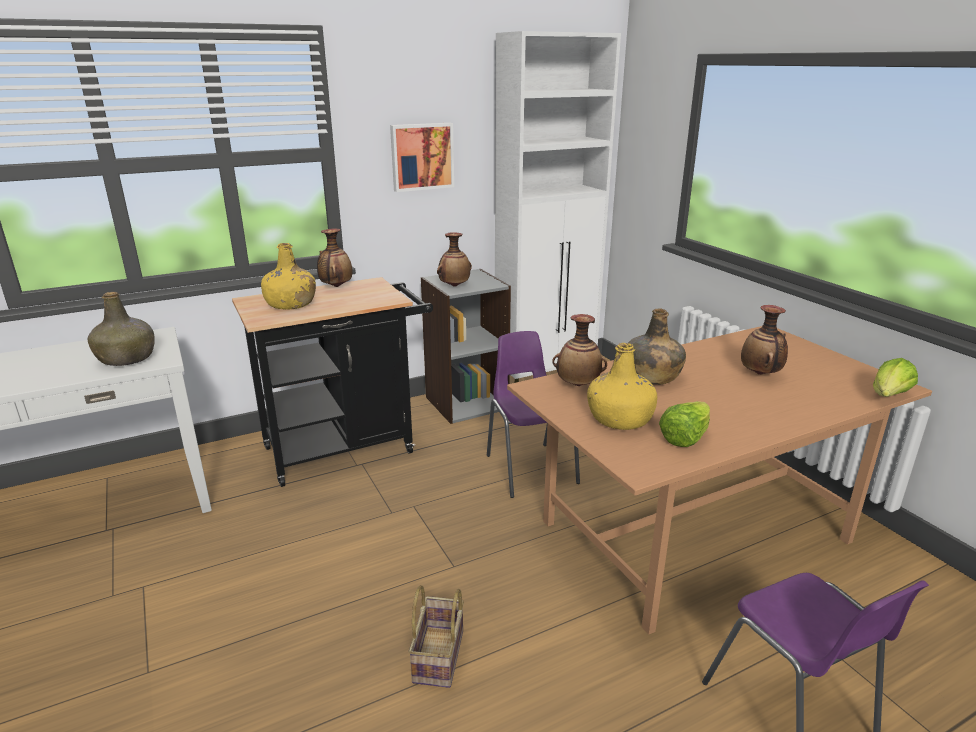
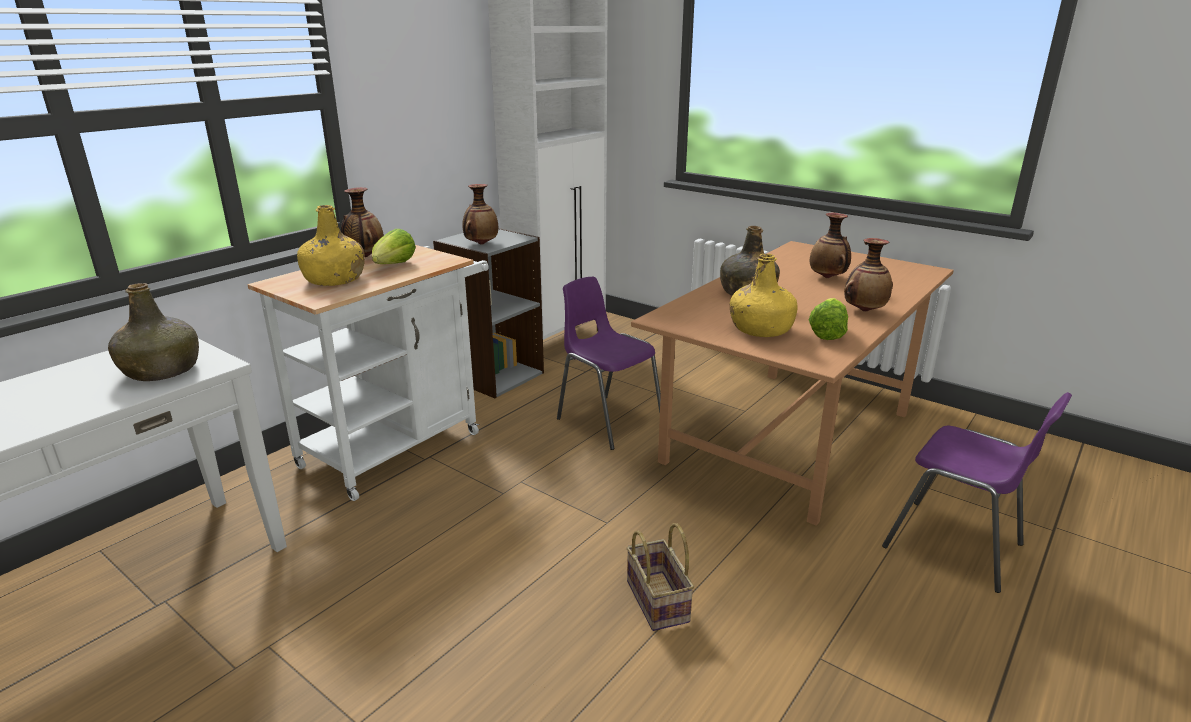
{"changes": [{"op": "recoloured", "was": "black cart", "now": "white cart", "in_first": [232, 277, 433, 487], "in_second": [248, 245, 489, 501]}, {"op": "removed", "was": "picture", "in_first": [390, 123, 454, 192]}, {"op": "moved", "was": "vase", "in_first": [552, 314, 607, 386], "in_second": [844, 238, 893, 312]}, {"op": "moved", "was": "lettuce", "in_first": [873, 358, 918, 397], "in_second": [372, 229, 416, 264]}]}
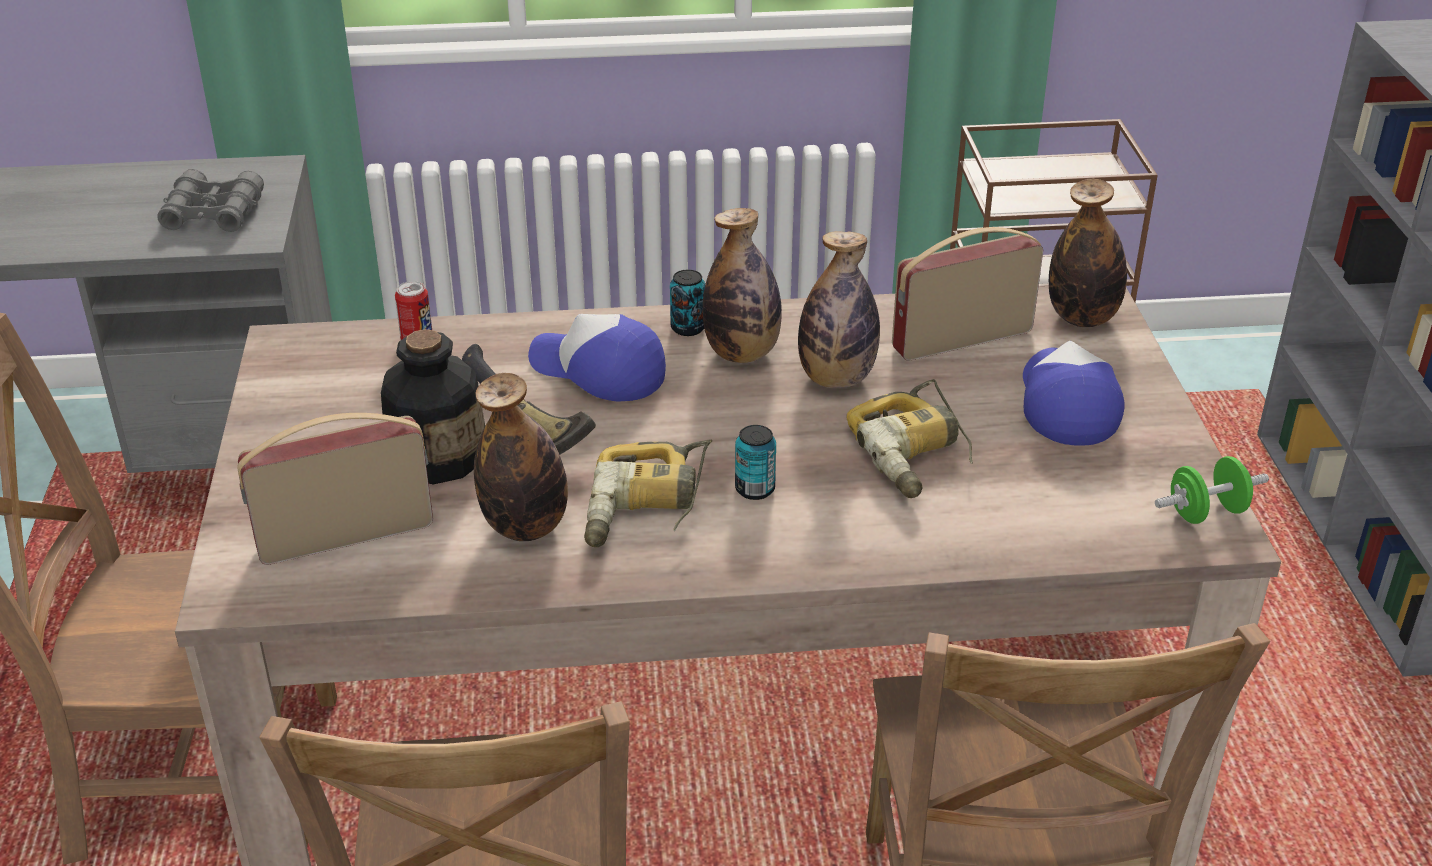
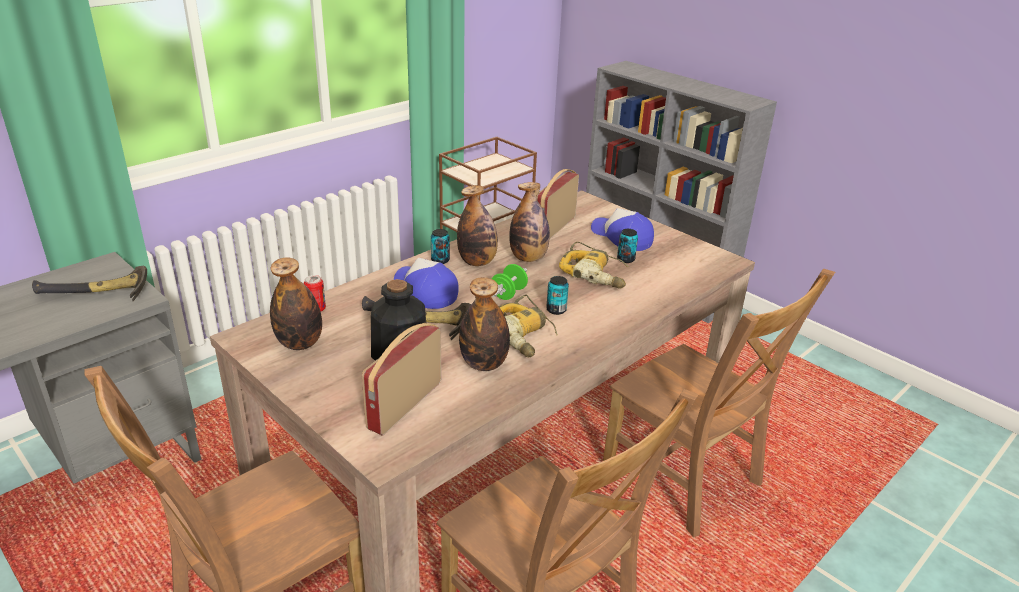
{"changes": [{"op": "replaced", "was": "grey binoculars", "now": "hammer", "in_first": [158, 169, 264, 232], "in_second": [32, 266, 147, 301]}, {"op": "turned", "was": "cap", "in_first": [528, 314, 666, 401], "in_second": [394, 258, 459, 309], "clockwise": 60}, {"op": "moved", "was": "bottle", "in_first": [1049, 179, 1127, 327], "in_second": [270, 257, 322, 350]}, {"op": "moved", "was": "green dumbbell", "in_first": [1155, 456, 1269, 524], "in_second": [492, 264, 528, 300]}, {"op": "added", "now": "can", "in_second": [617, 229, 638, 263]}]}
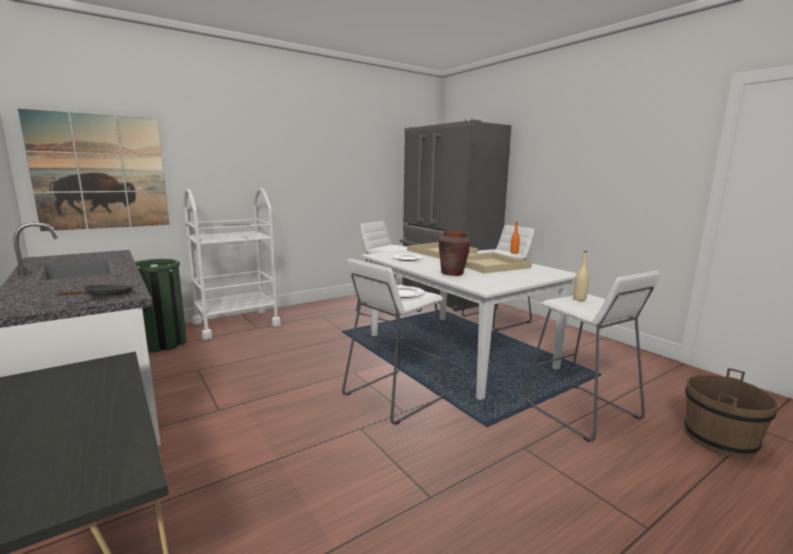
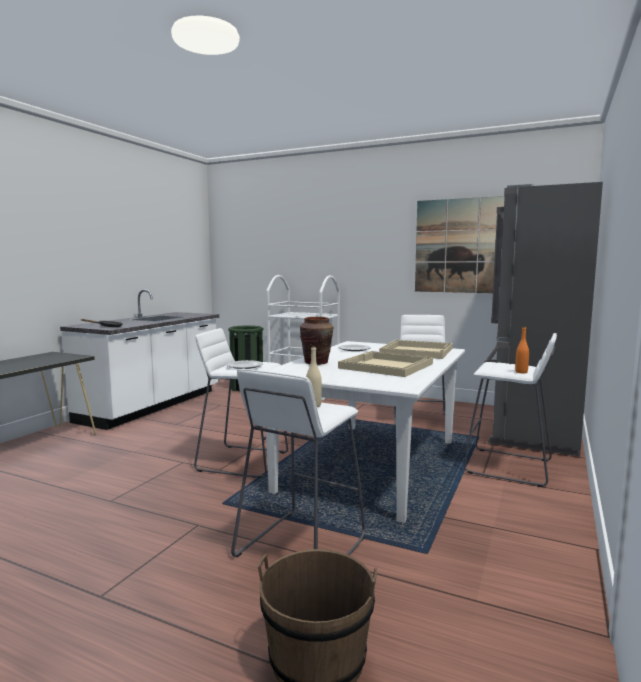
{"changes": [{"op": "moved", "was": "picture", "in_first": [18, 109, 170, 231], "in_second": [415, 196, 505, 293]}]}
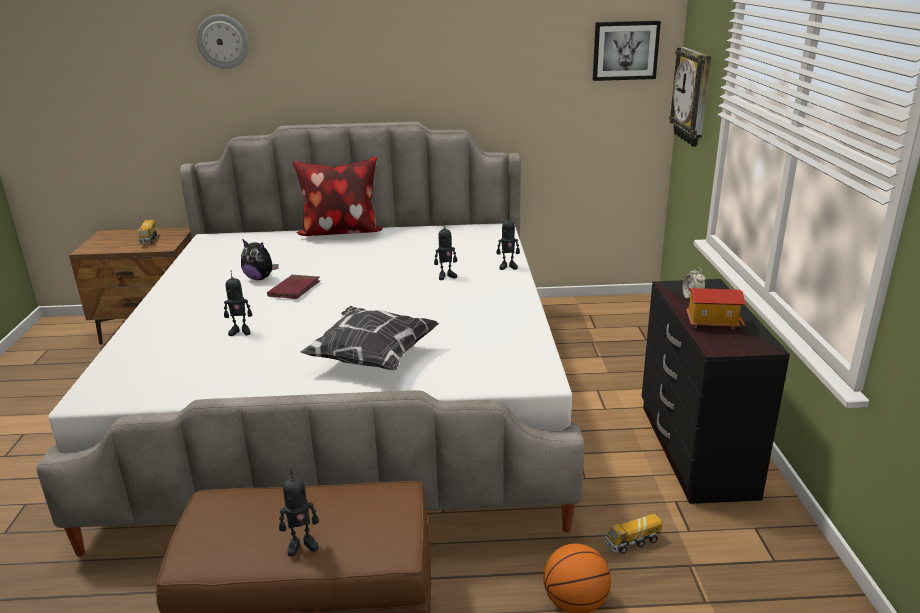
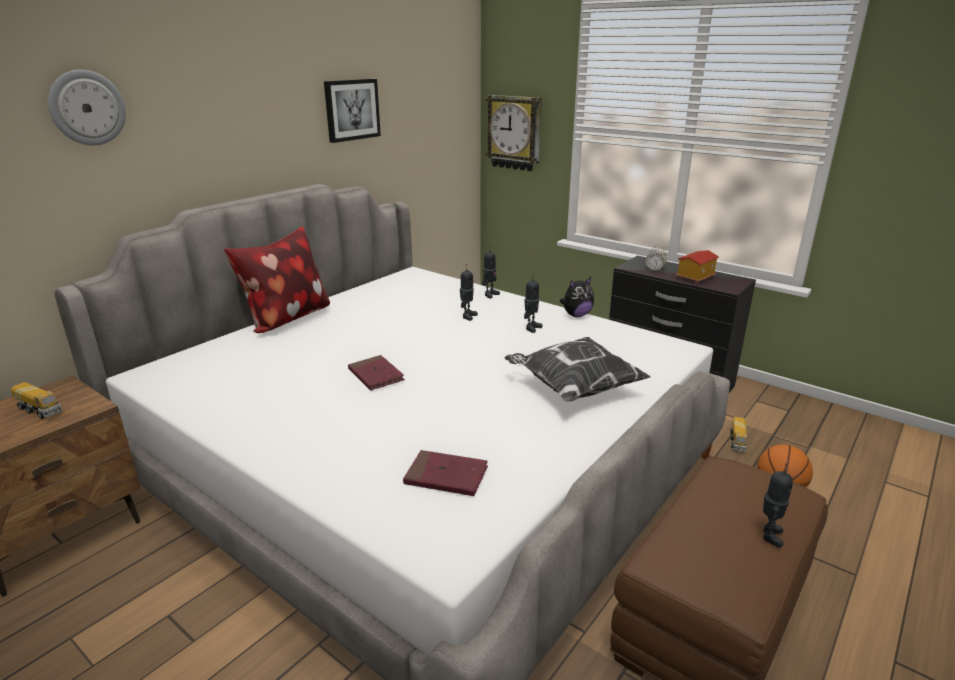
{"changes": [{"op": "moved", "was": "toy robot", "in_first": [224, 270, 252, 336], "in_second": [524, 279, 542, 333]}, {"op": "moved", "was": "plush toy", "in_first": [241, 239, 279, 280], "in_second": [560, 277, 594, 317]}, {"op": "moved", "was": "picture", "in_first": [593, 21, 661, 81], "in_second": [324, 79, 381, 143]}, {"op": "added", "now": "red book", "in_second": [403, 450, 488, 496]}]}
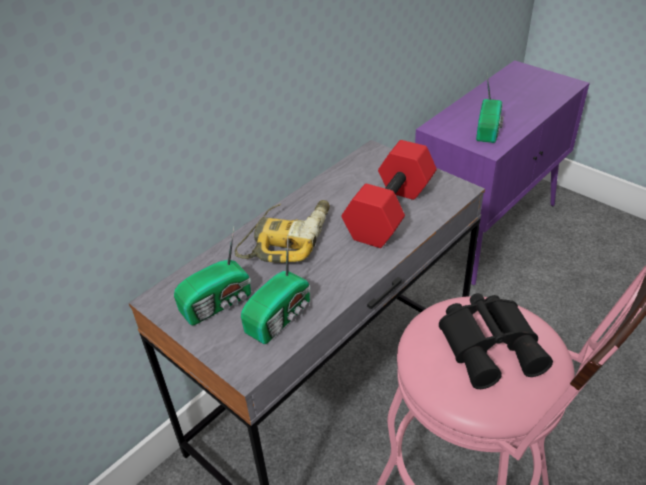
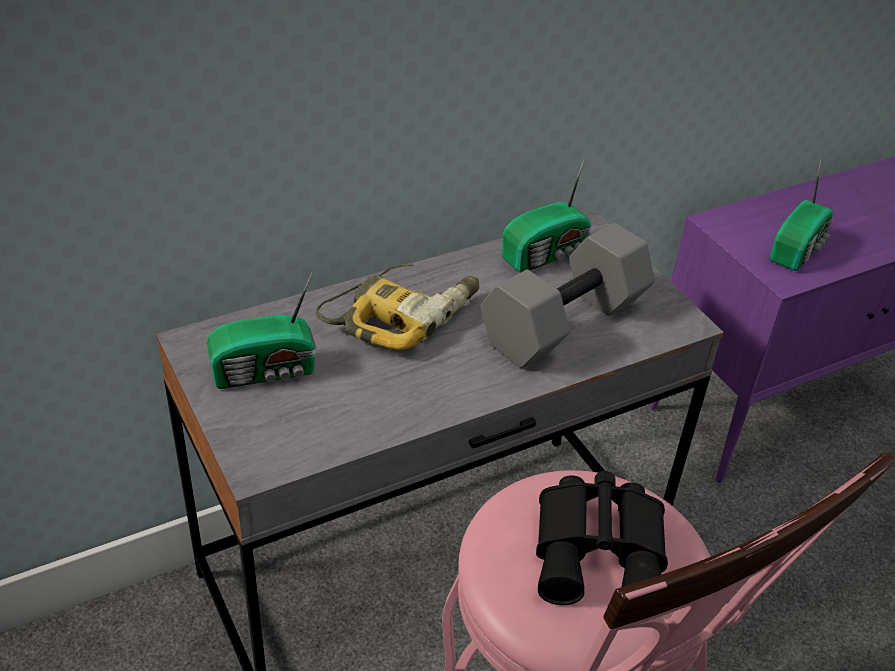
{"changes": [{"op": "moved", "was": "radio", "in_first": [241, 237, 310, 344], "in_second": [501, 160, 592, 273]}, {"op": "recoloured", "was": "red dumbbell", "now": "grey dumbbell", "in_first": [341, 140, 437, 248], "in_second": [480, 223, 655, 368]}]}
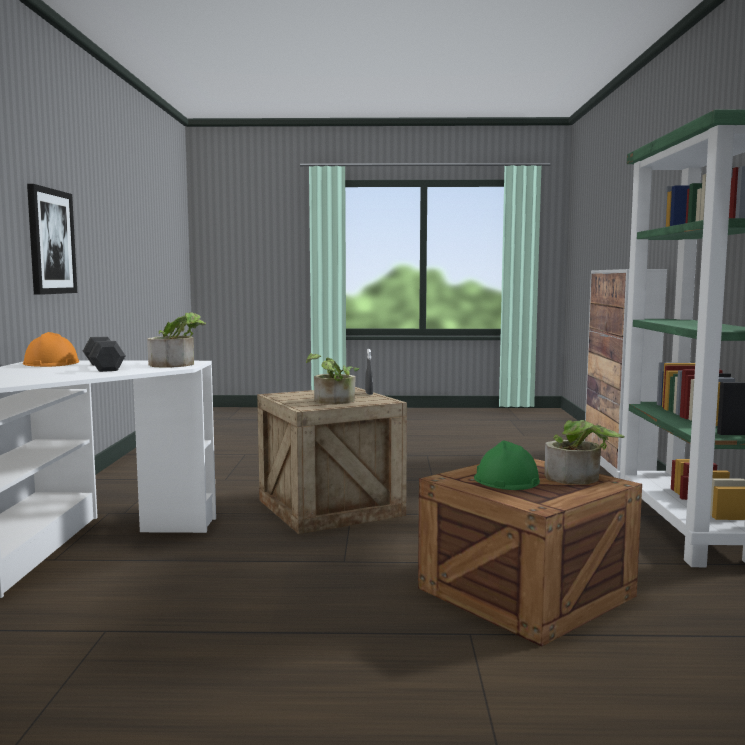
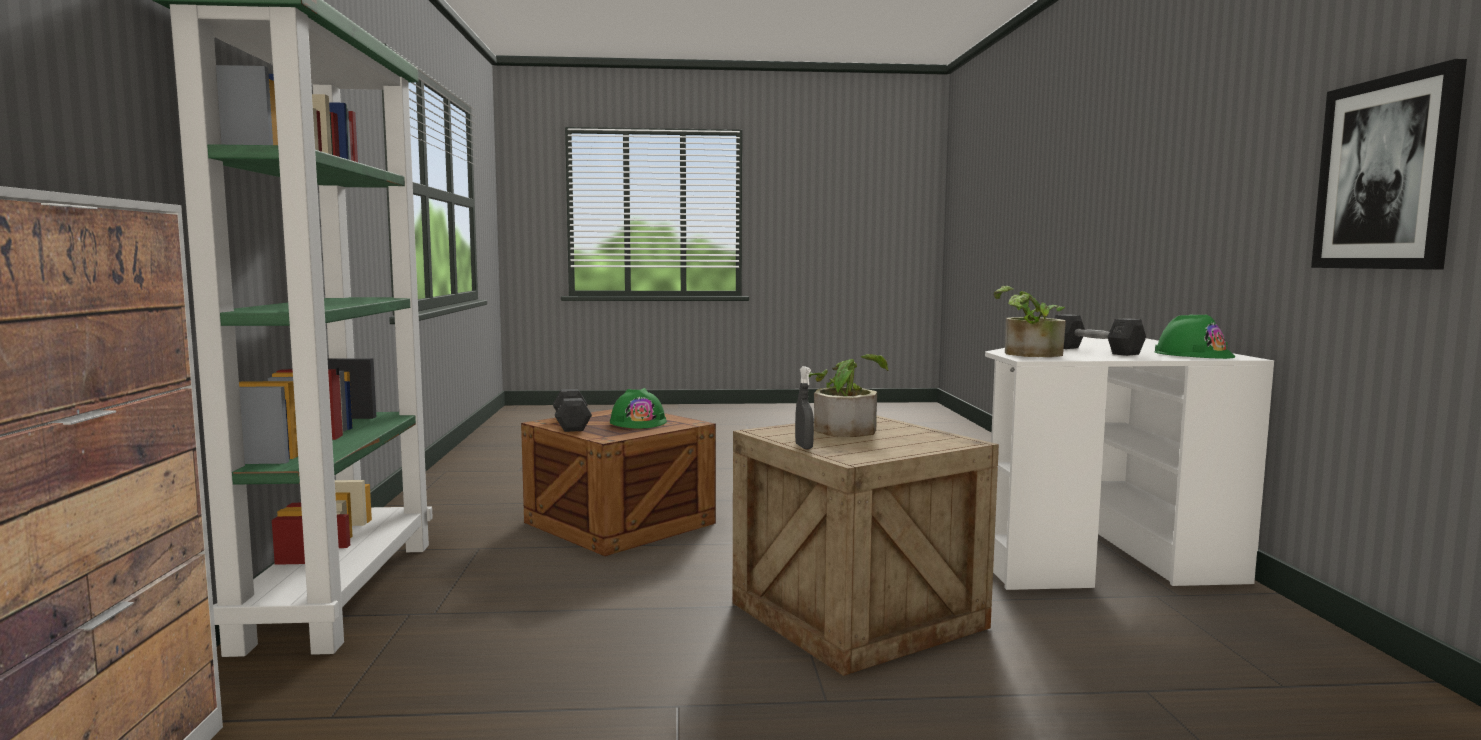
{"changes": [{"op": "recoloured", "was": "orange hard hat", "now": "green hard hat", "in_first": [23, 332, 79, 367], "in_second": [1155, 314, 1235, 359]}, {"op": "replaced", "was": "potted plant", "now": "grey dumbbell", "in_first": [544, 420, 625, 485], "in_second": [553, 389, 592, 432]}]}
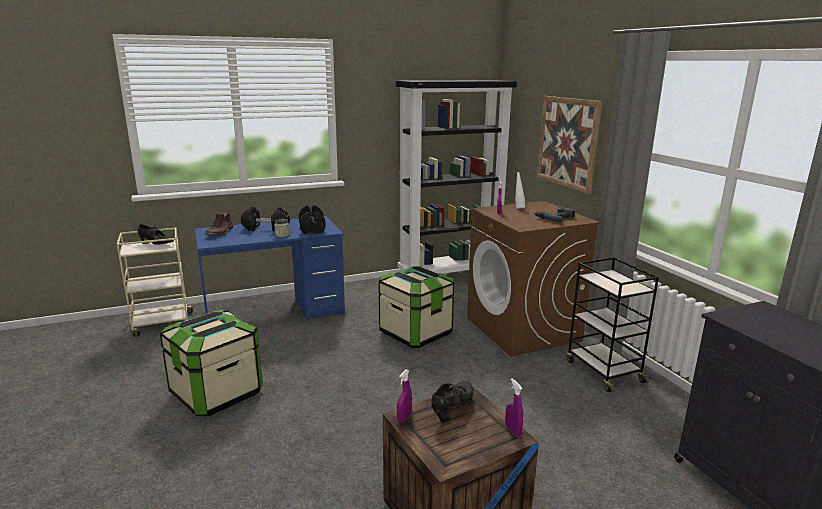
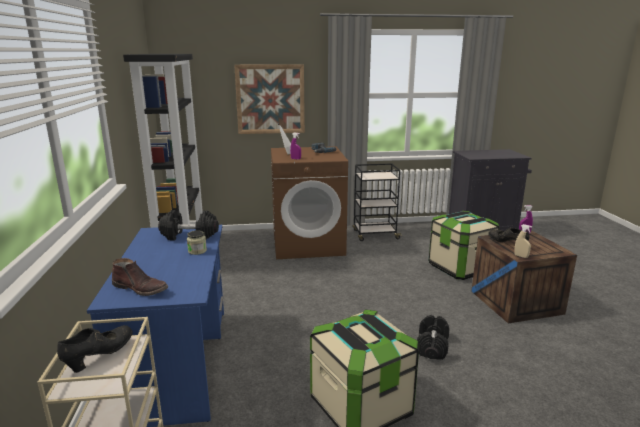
{"changes": [{"op": "moved", "was": "black dumbbell", "in_first": [241, 207, 290, 231], "in_second": [417, 315, 450, 360]}, {"op": "moved", "was": "storage box", "in_first": [379, 266, 454, 348], "in_second": [428, 211, 500, 280]}, {"op": "recoloured", "was": "purple spray bottle", "now": "beige spray bottle", "in_first": [397, 369, 412, 423], "in_second": [514, 224, 532, 258]}]}
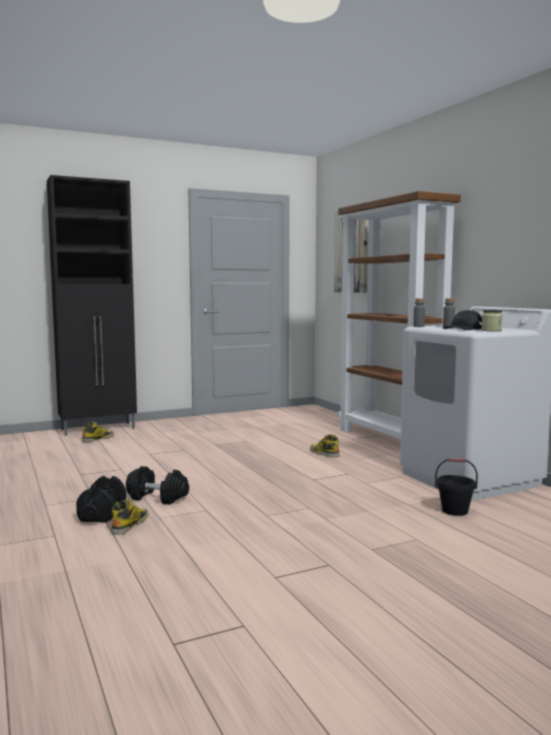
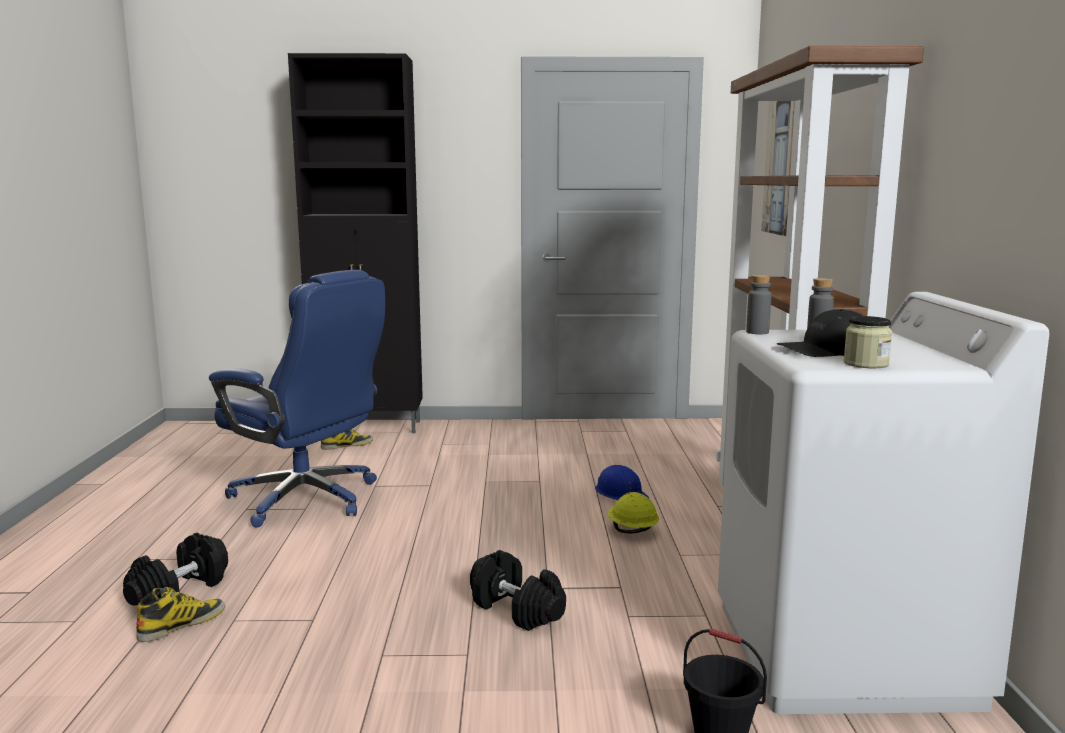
{"changes": [{"op": "moved", "was": "black dumbbell", "in_first": [126, 466, 189, 504], "in_second": [470, 550, 566, 631]}, {"op": "replaced", "was": "boot", "now": "yellow hard hat", "in_first": [310, 434, 340, 457], "in_second": [608, 492, 659, 533]}, {"op": "added", "now": "blue office chair", "in_second": [209, 270, 385, 527]}, {"op": "added", "now": "blue hard hat", "in_second": [595, 465, 649, 500]}]}
